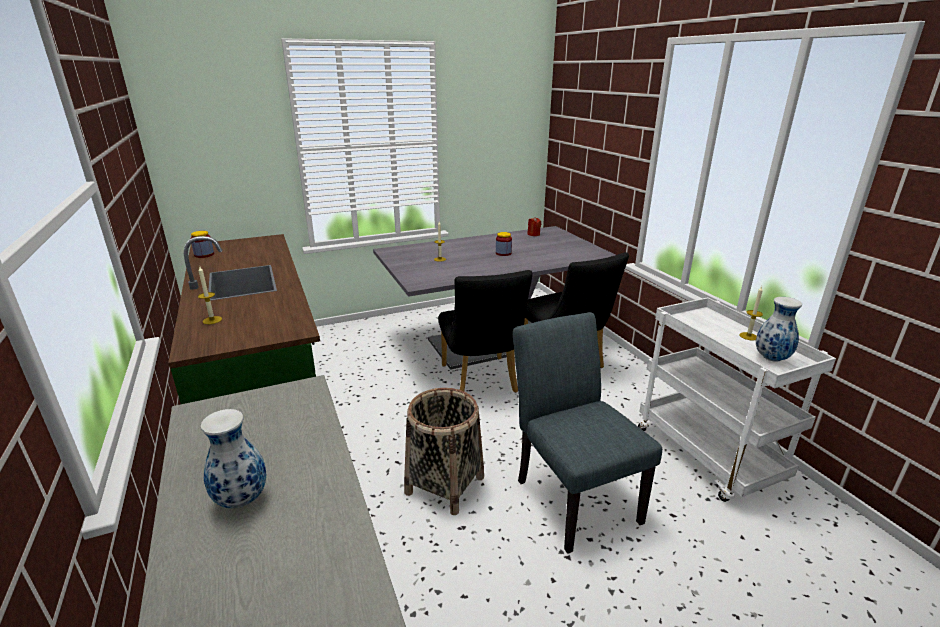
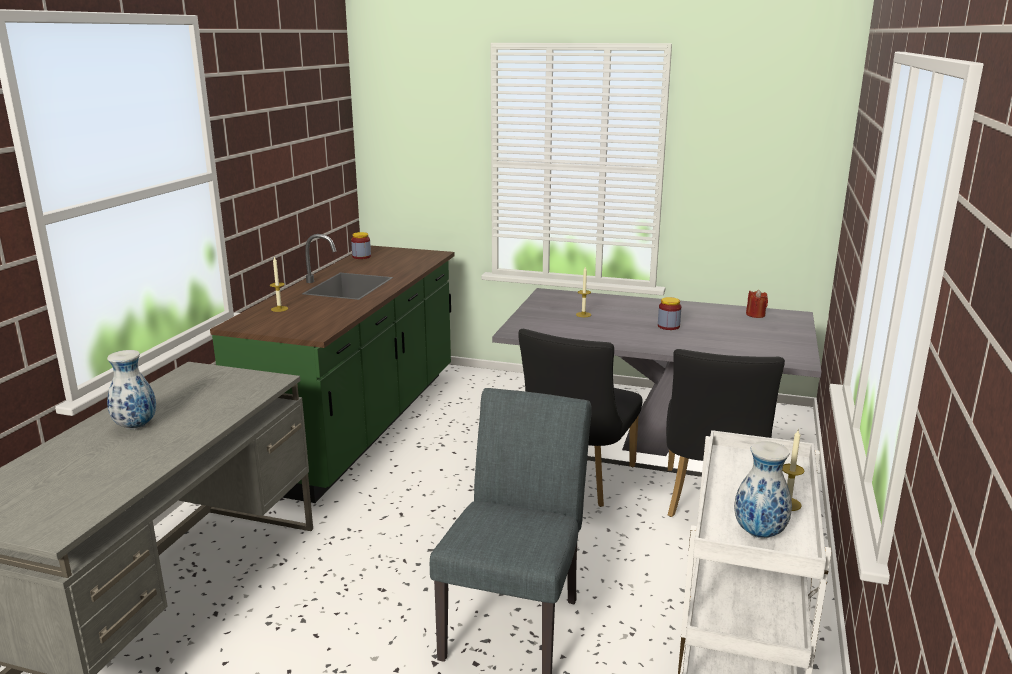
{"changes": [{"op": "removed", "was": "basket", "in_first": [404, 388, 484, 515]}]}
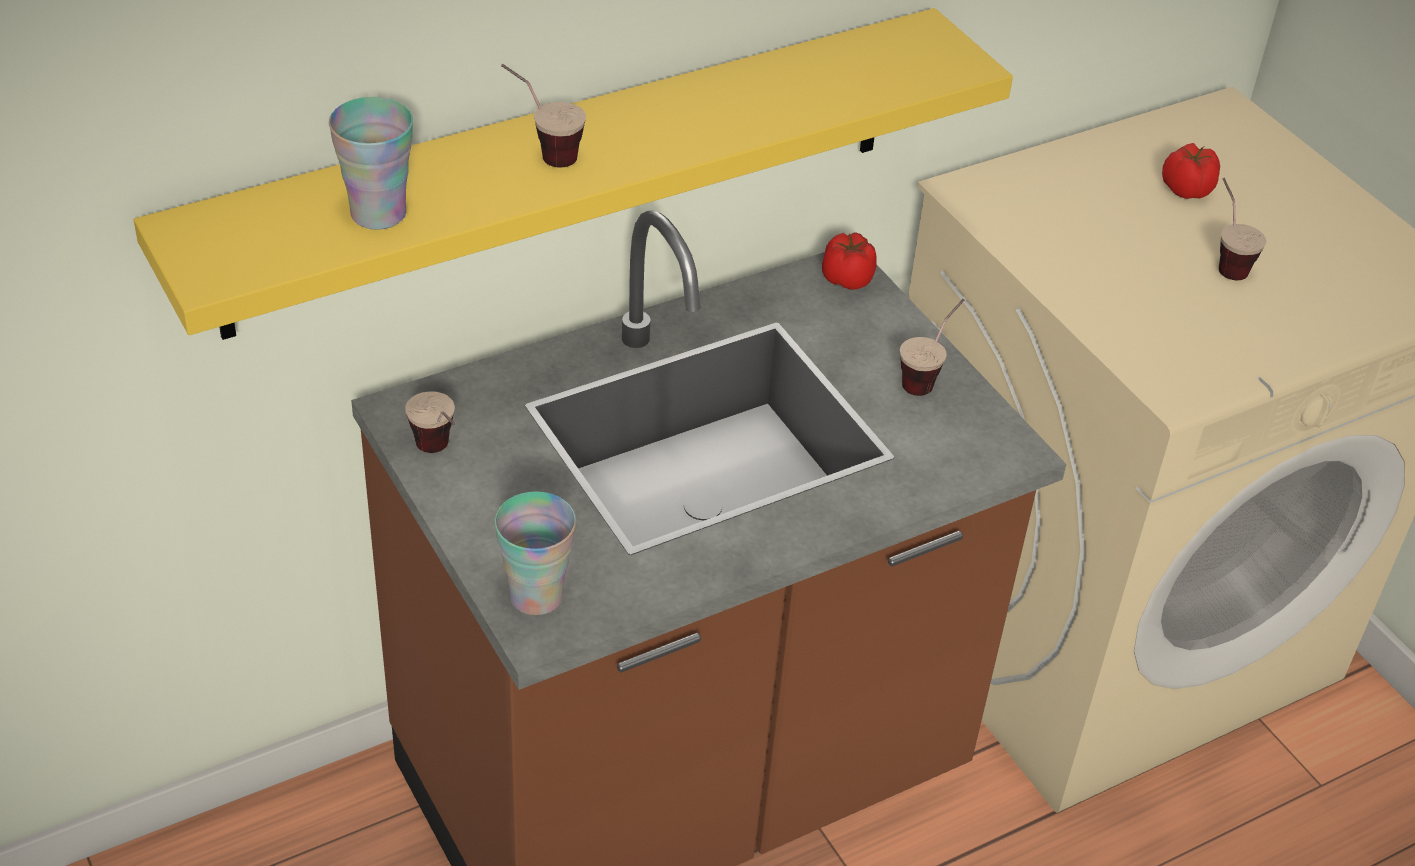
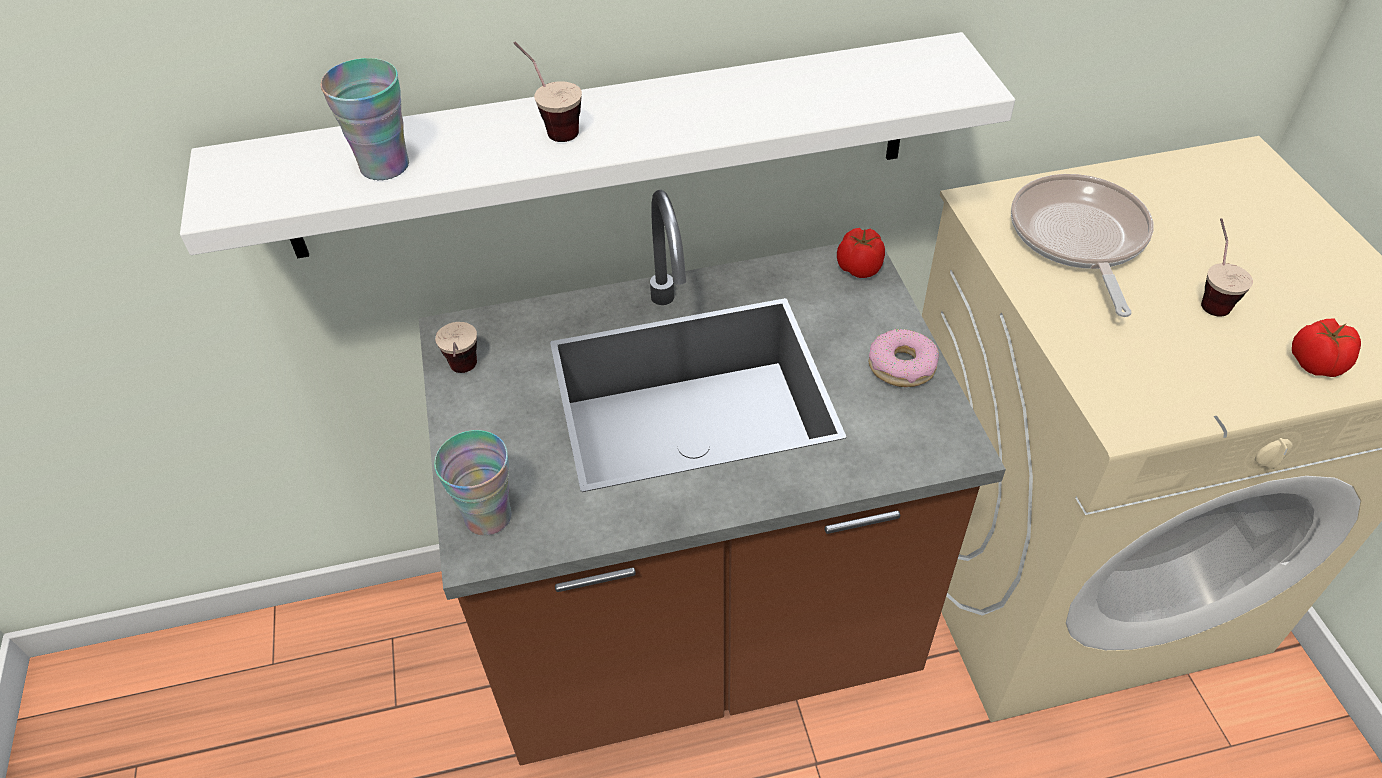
{"changes": [{"op": "recoloured", "was": "yellow shelf", "now": "white shelf", "in_first": [134, 8, 1013, 340], "in_second": [180, 32, 1015, 258]}, {"op": "replaced", "was": "cup", "now": "donut", "in_first": [900, 299, 964, 396], "in_second": [869, 329, 939, 387]}, {"op": "moved", "was": "tomato", "in_first": [1162, 143, 1220, 199], "in_second": [1292, 318, 1361, 377]}, {"op": "added", "now": "frying pan", "in_second": [1011, 174, 1154, 317]}]}
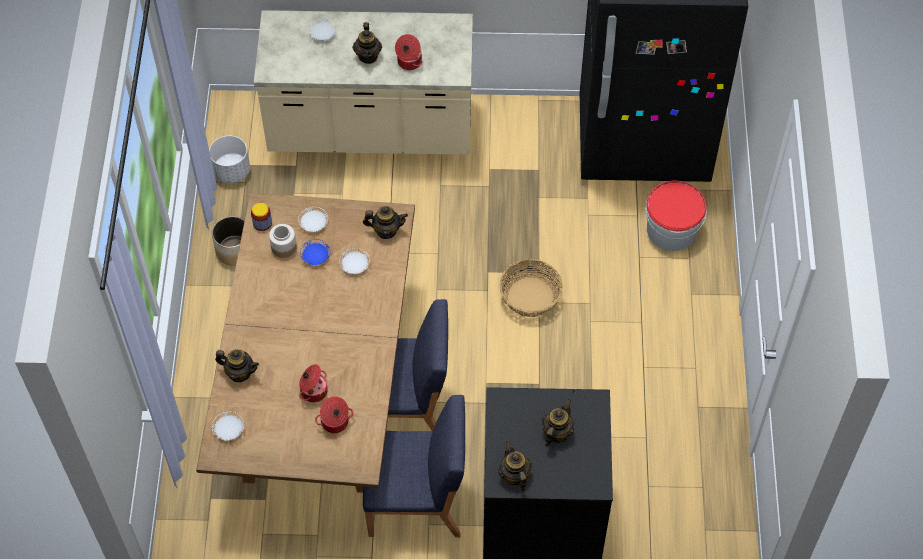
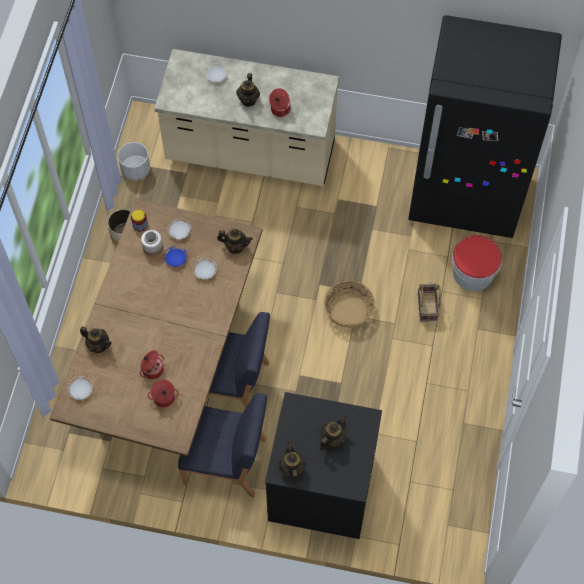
{"changes": [{"op": "added", "now": "basket", "in_second": [418, 284, 441, 322]}]}
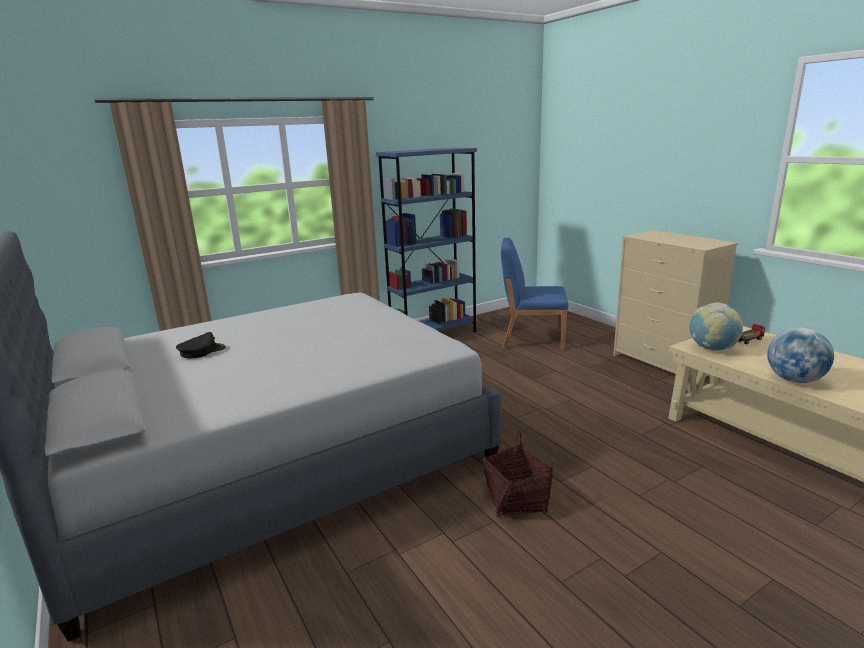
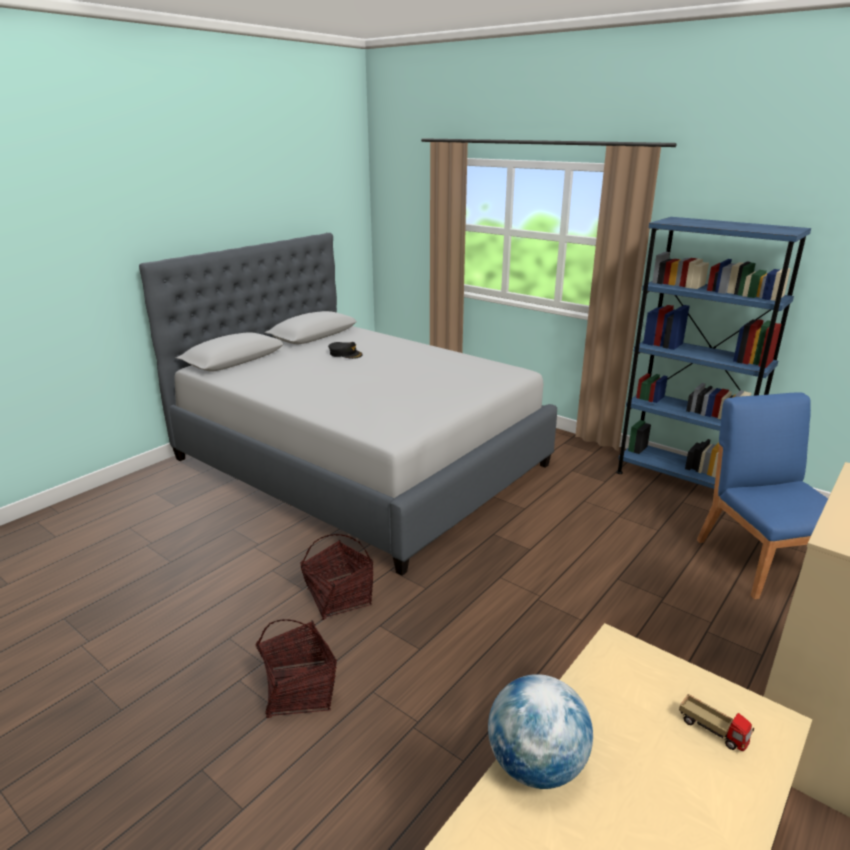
{"changes": [{"op": "removed", "was": "globe", "in_first": [689, 302, 743, 350]}, {"op": "added", "now": "basket", "in_second": [255, 619, 337, 718]}]}
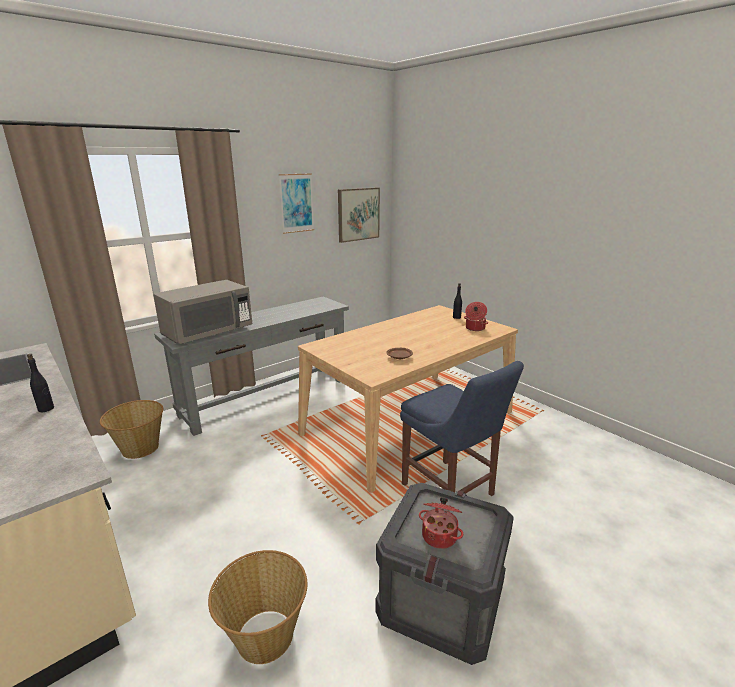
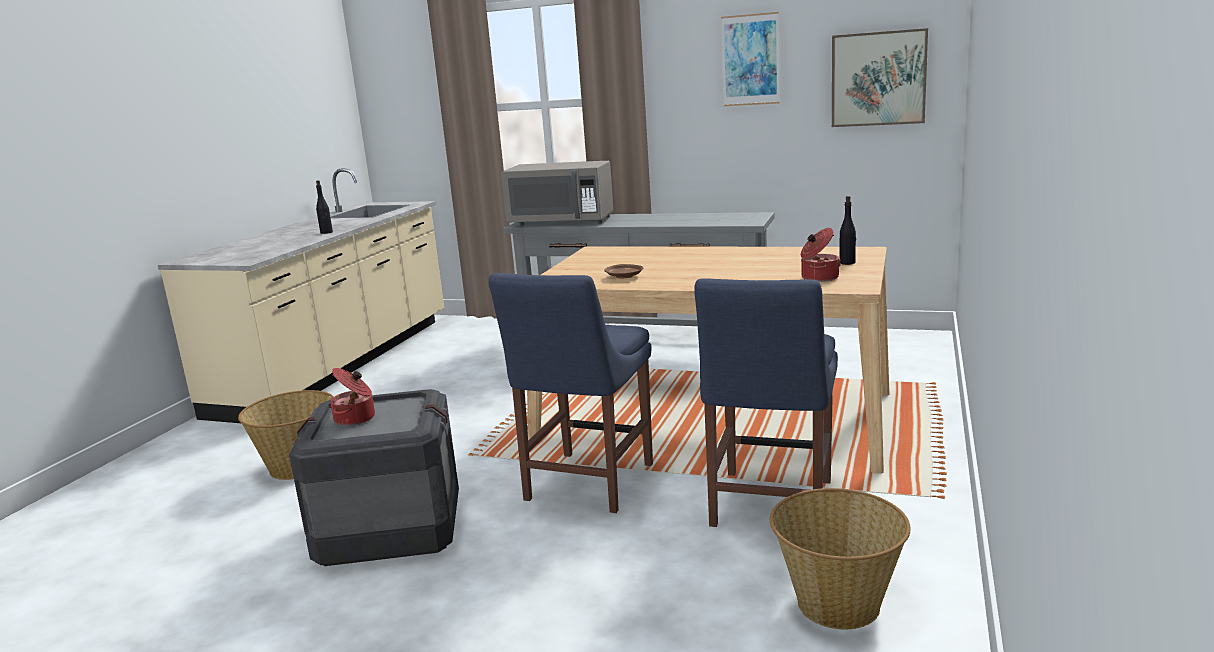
{"changes": [{"op": "moved", "was": "basket", "in_first": [100, 400, 163, 459], "in_second": [770, 488, 911, 629]}, {"op": "added", "now": "blue chair", "in_second": [694, 278, 838, 527]}]}
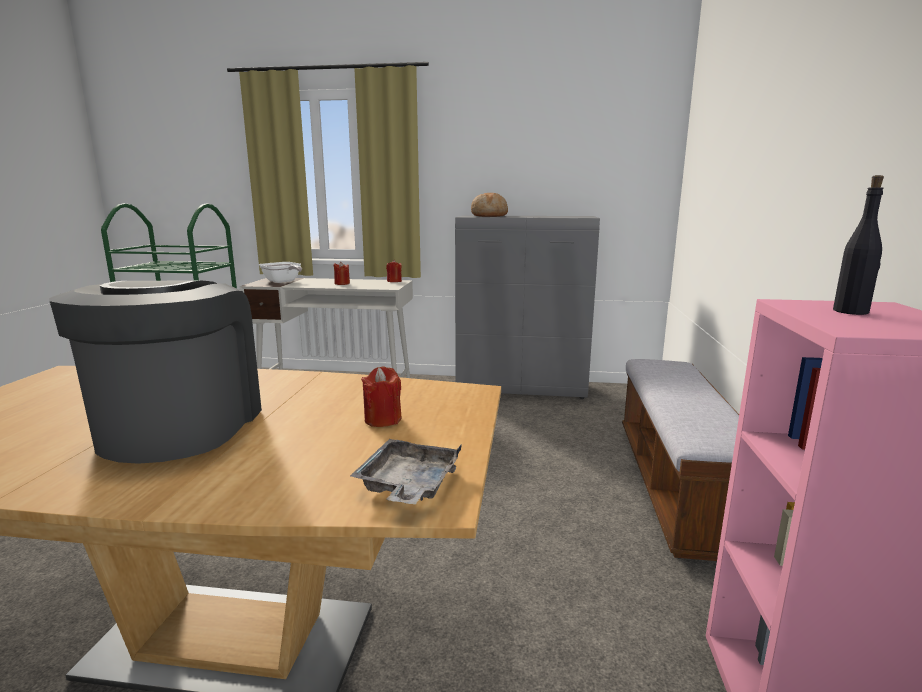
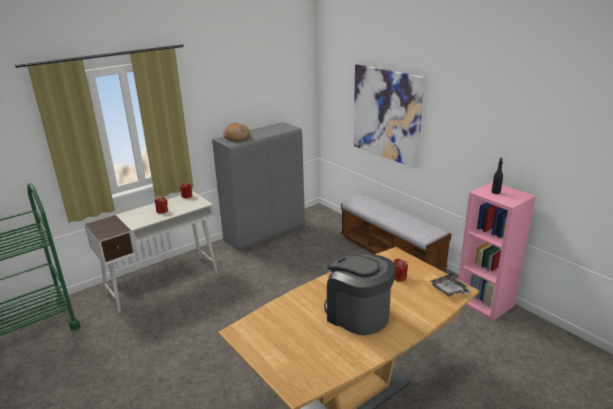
{"changes": [{"op": "removed", "was": "frying pan", "in_first": [259, 262, 302, 283]}, {"op": "added", "now": "picture", "in_second": [354, 64, 424, 168]}]}
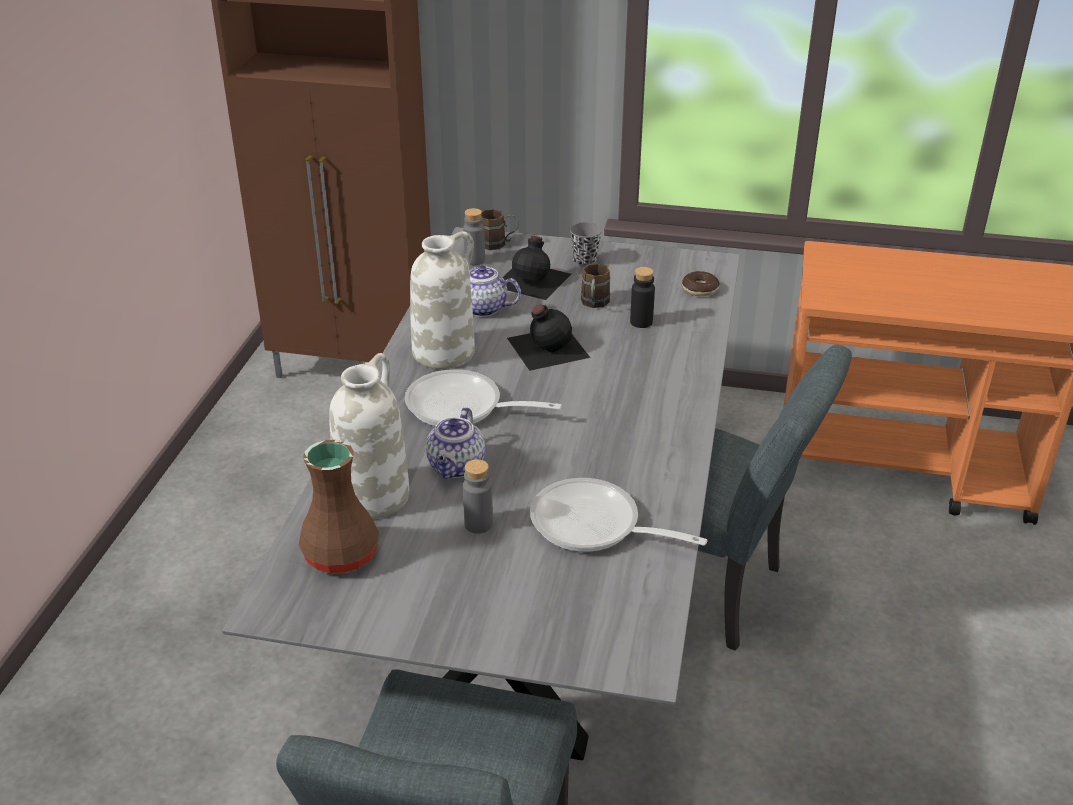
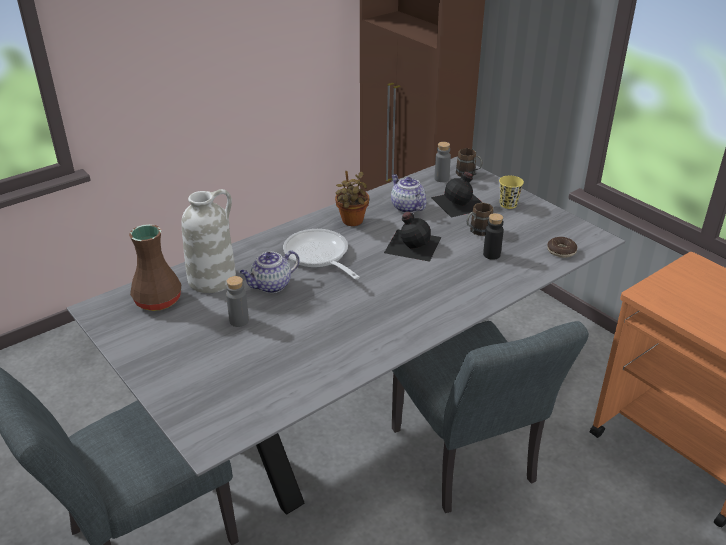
{"changes": [{"op": "replaced", "was": "white vase", "now": "potted plant", "in_first": [410, 231, 475, 369], "in_second": [335, 171, 369, 226]}, {"op": "removed", "was": "frying pan", "in_first": [530, 478, 708, 552]}, {"op": "recoloured", "was": "grey cup", "now": "yellow cup", "in_first": [570, 222, 602, 267], "in_second": [499, 176, 524, 209]}]}
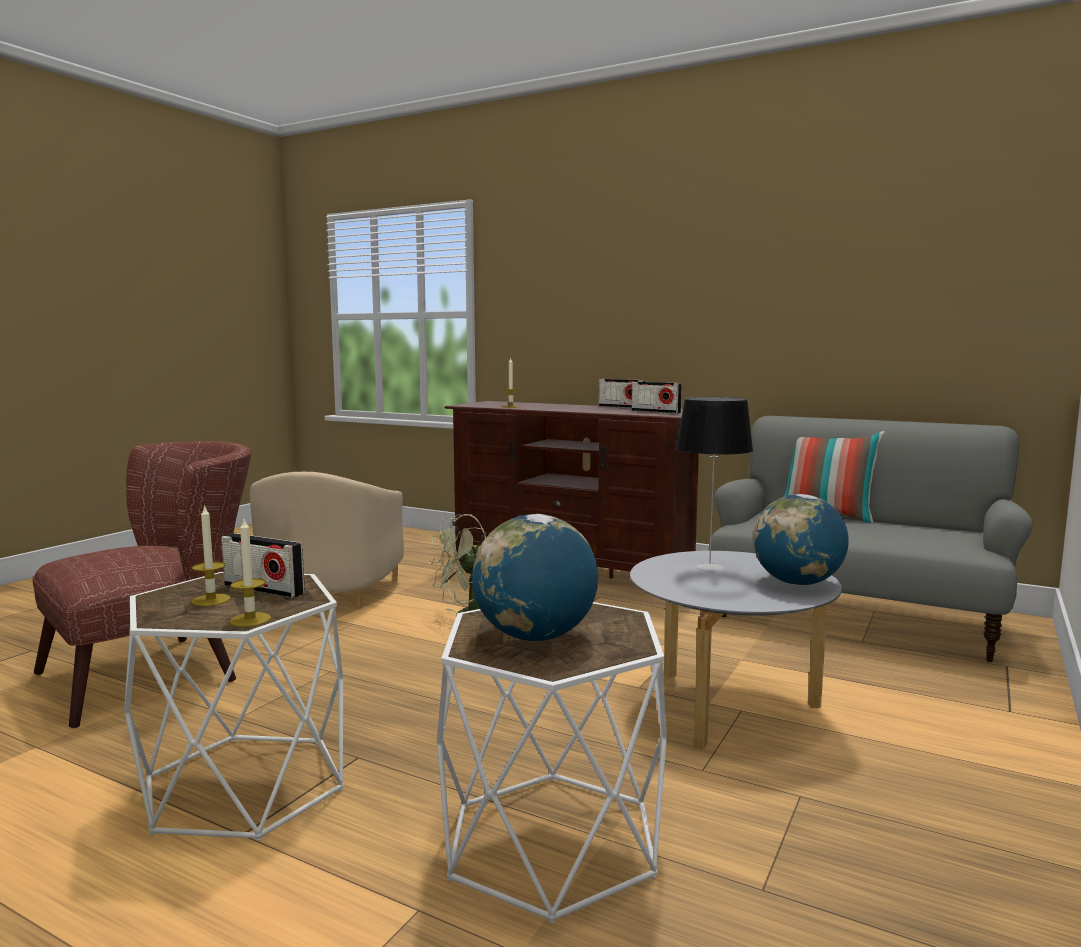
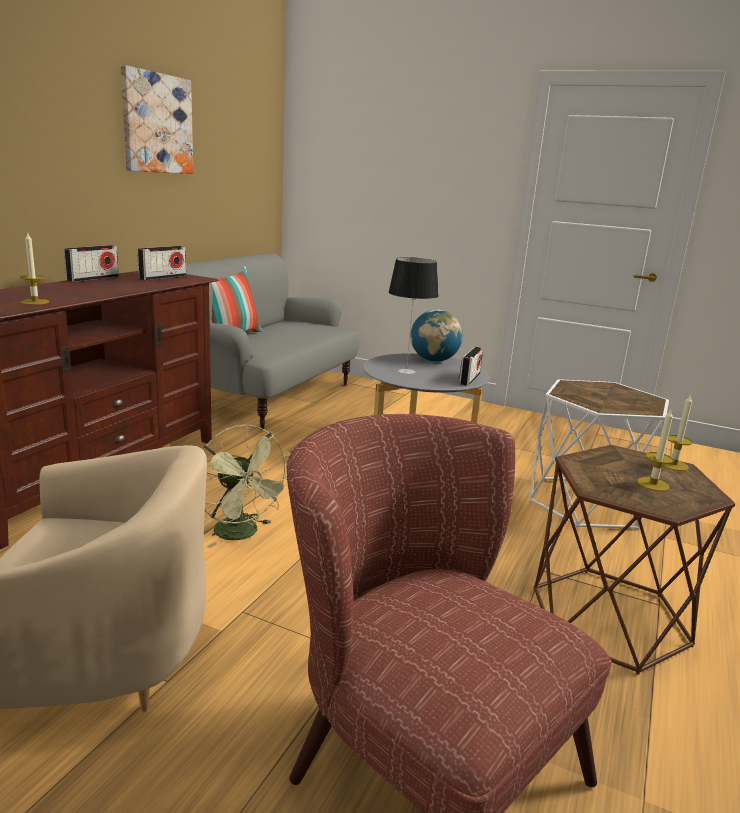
{"changes": [{"op": "recoloured", "was": "white side table", "now": "brown side table", "in_first": [124, 572, 344, 841], "in_second": [534, 445, 735, 675]}, {"op": "moved", "was": "radio", "in_first": [221, 533, 305, 598], "in_second": [459, 347, 483, 386]}, {"op": "removed", "was": "globe", "in_first": [472, 514, 598, 641]}, {"op": "added", "now": "picture", "in_second": [121, 65, 193, 174]}]}
